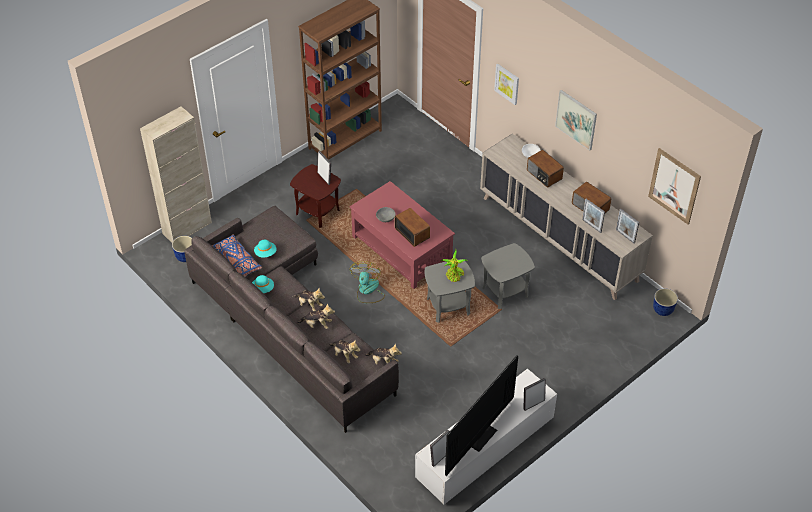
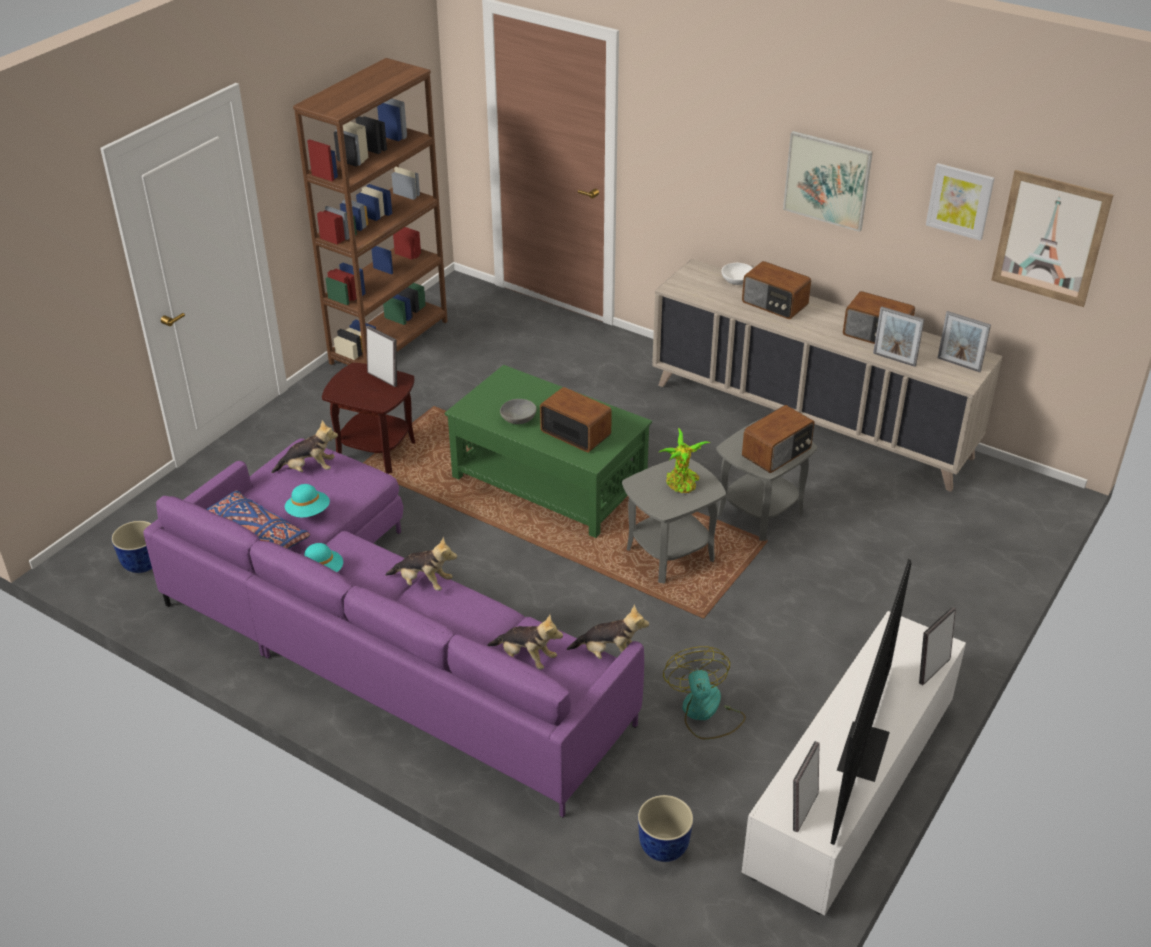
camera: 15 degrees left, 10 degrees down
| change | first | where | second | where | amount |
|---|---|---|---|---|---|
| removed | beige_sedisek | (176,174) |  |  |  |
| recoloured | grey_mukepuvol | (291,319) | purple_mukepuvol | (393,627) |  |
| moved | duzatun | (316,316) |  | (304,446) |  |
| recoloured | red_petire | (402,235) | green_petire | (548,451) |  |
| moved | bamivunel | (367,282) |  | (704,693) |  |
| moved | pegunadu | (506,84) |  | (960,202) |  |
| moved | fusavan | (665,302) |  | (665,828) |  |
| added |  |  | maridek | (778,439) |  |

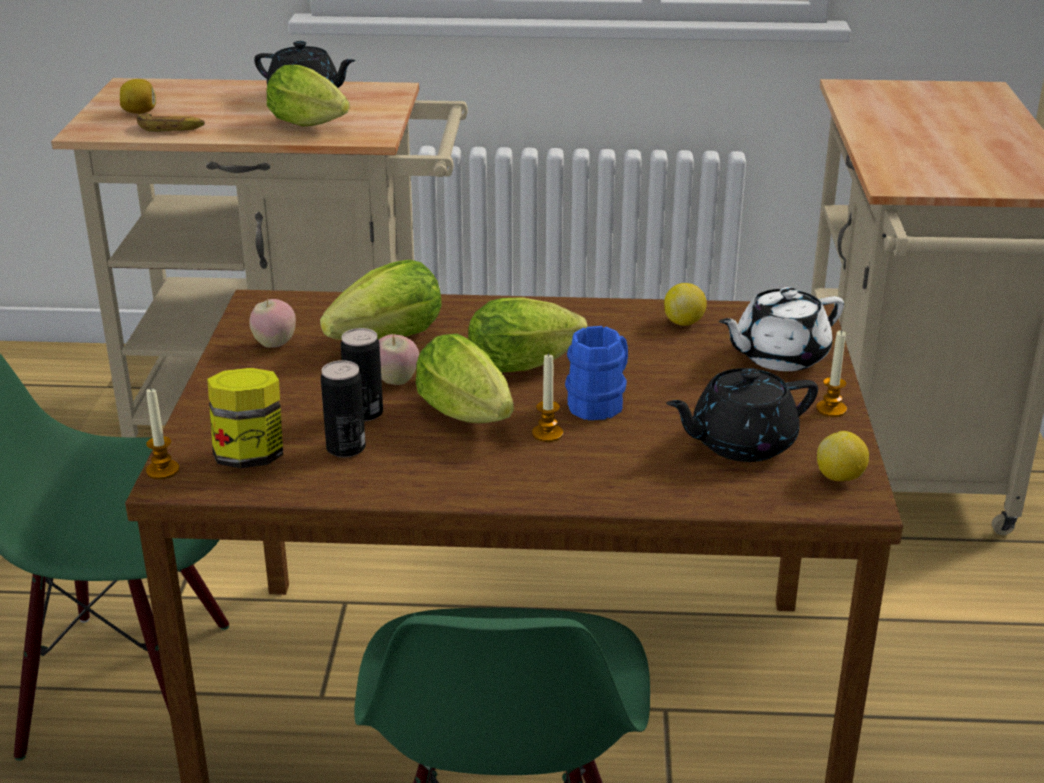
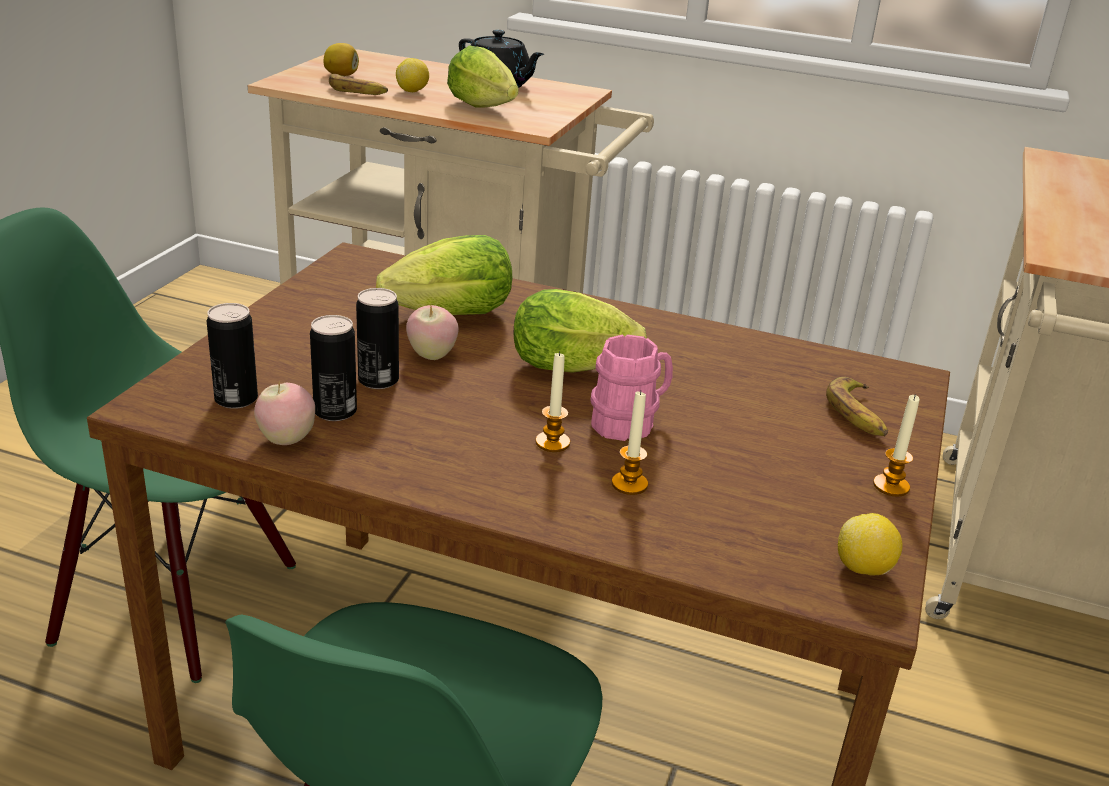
camera: 15 degrees right, 0 degrees up
| change | first | where | second | where | amount |
|---|---|---|---|---|---|
| moved | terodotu | (162,433) |  | (630,443) |  |
| replaced | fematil | (245,418) | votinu | (232,356) |  |
| moved | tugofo | (272,322) |  | (284,413) |  |
| removed | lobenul | (465,378) |  |  |  |
| recoloured | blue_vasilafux | (596,373) | pink_vasilafux | (631,388) |  |
| moved | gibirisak | (685,304) |  | (412,75) |  |
| removed | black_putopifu | (742,415) |  |  |  |
| replaced | white_putopifu | (781,329) | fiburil | (857,407) |  |

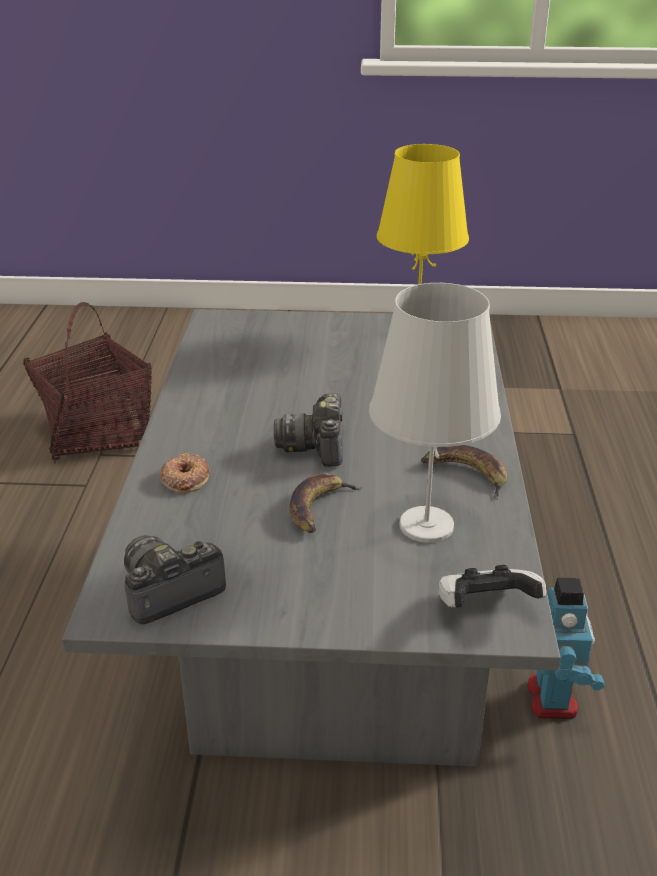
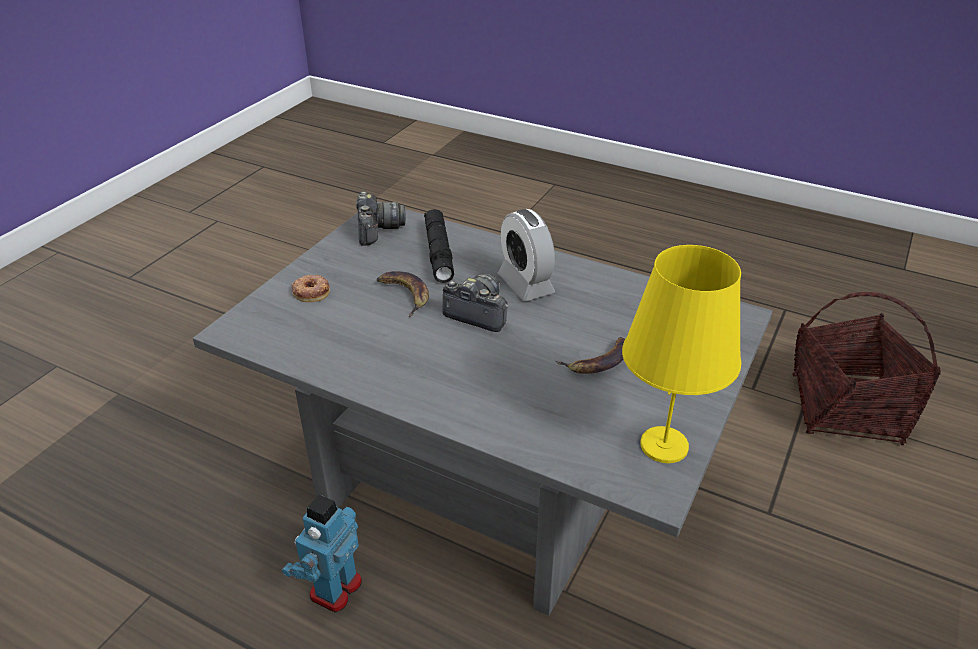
camera: 115 degrees right, 5 degrees up
| change | first | where | second | where | amount |
|---|---|---|---|---|---|
| moved | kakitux | (184,473) |  | (311,288) |  |
| removed | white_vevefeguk | (435,413) |  |  |  |
| moved | fiburil | (464,472) |  | (590,355) |  |
| removed | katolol | (492,586) |  |  |  |
| turned | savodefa | (566,648) |  | (322,553) | 90 degrees clockwise |
| added |  |  | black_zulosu | (439,246) |  |
| added |  |  | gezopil | (526,255) |  |

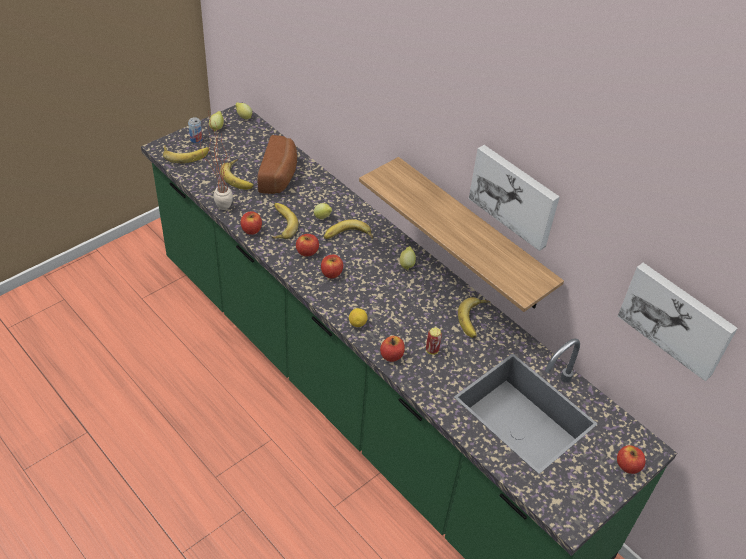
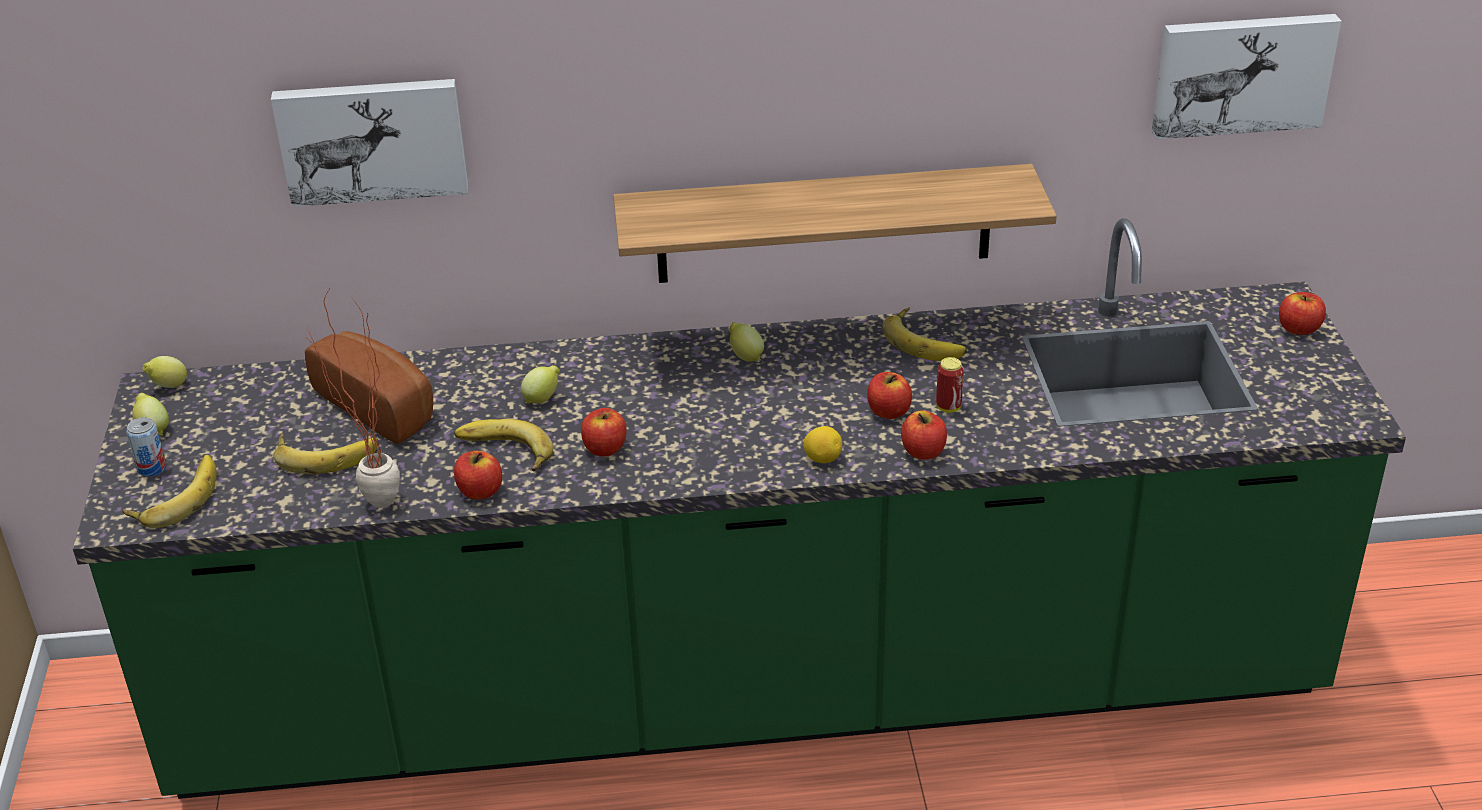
camera: 50 degrees left, 10 degrees down
| change | first | where | second | where | amount |
|---|---|---|---|---|---|
| moved | tugofo | (332,266) |  | (889,395) |  |
| removed | fiburil | (348,229) |  |  |  |
| moved | pegunadu | (514,198) |  | (369,143) |  |

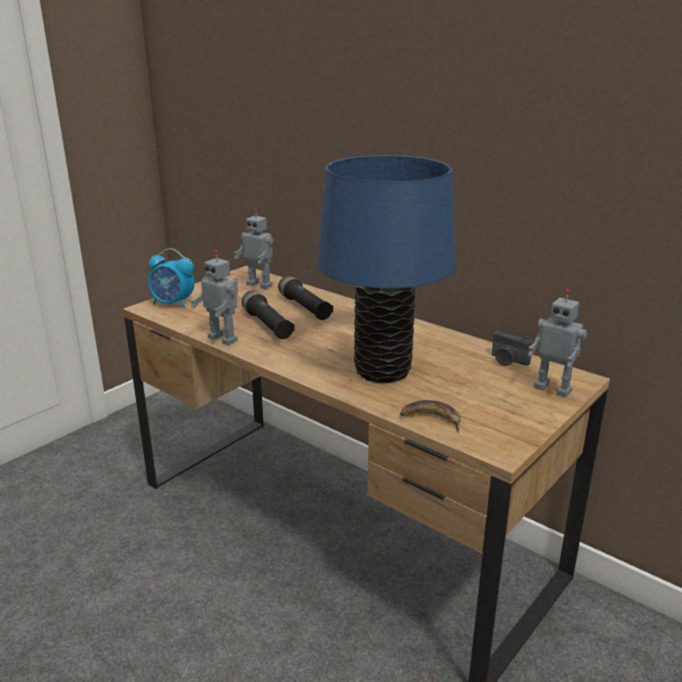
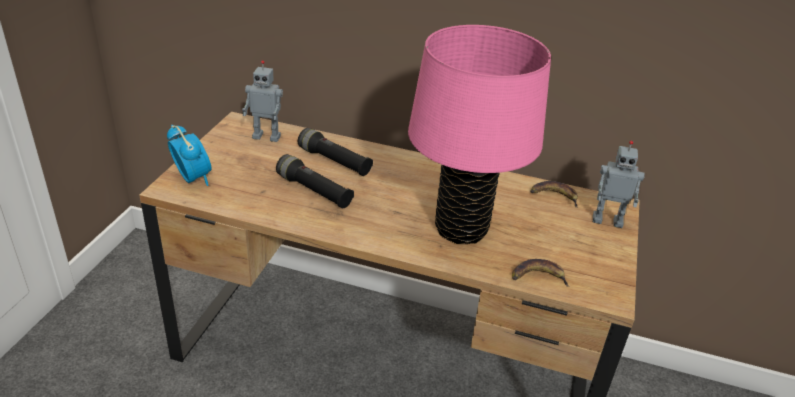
camera: 25 degrees left, 10 degrees up
| change | first | where | second | where | amount |
|---|---|---|---|---|---|
| turned | gezopil | (171,278) |  | (189,155) | 120 degrees counterclockwise |
| removed | savodefa | (214,297) |  |  |  |
| recoloured | blue_vevefeguk | (386,269) | pink_vevefeguk | (479,134) |  |
| replaced | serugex | (512,348) | fiburil | (554,194) |  |

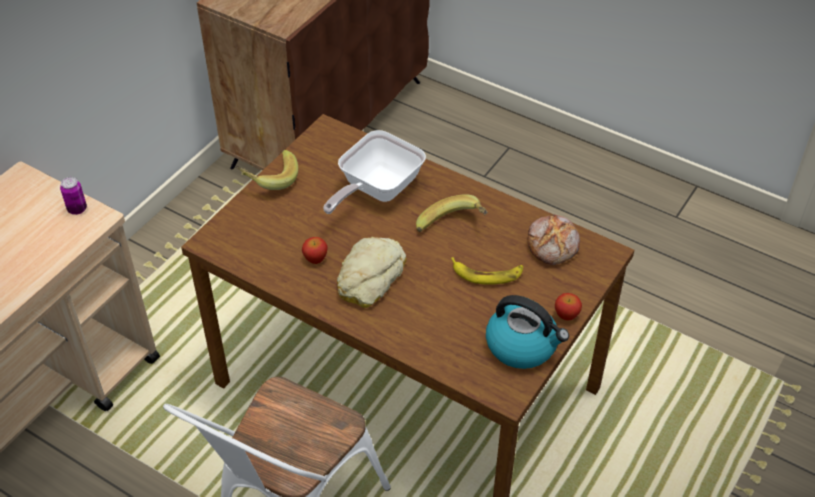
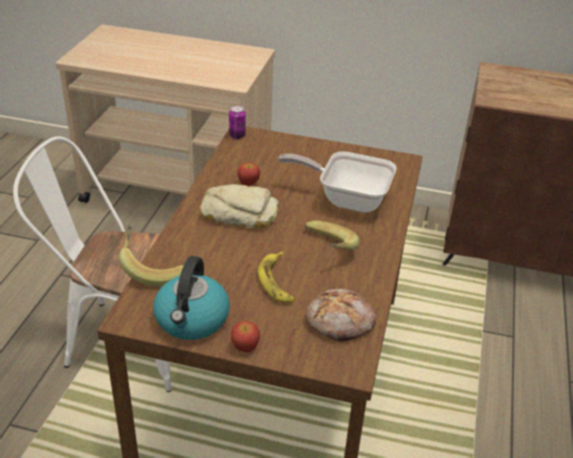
camera: 70 degrees right, 10 degrees down
| change | first | where | second | where | amount |
|---|---|---|---|---|---|
| moved | votinu | (73,196) |  | (237,122) |  |
| moved | fiburil | (267,170) |  | (151,256) |  |

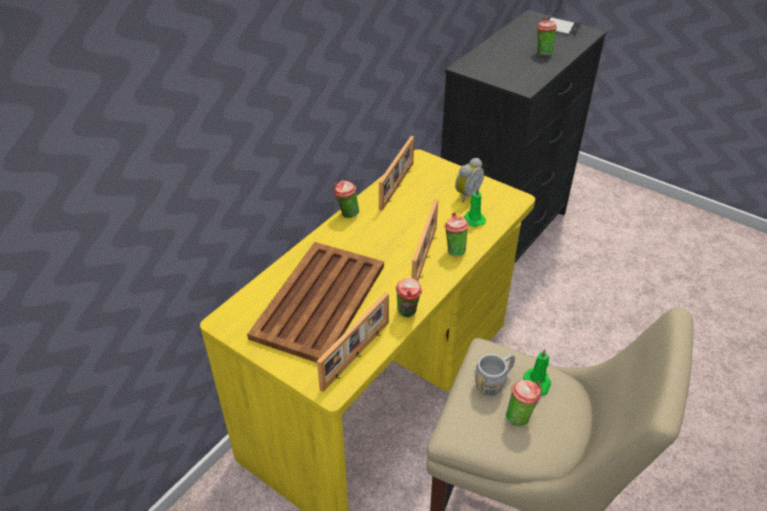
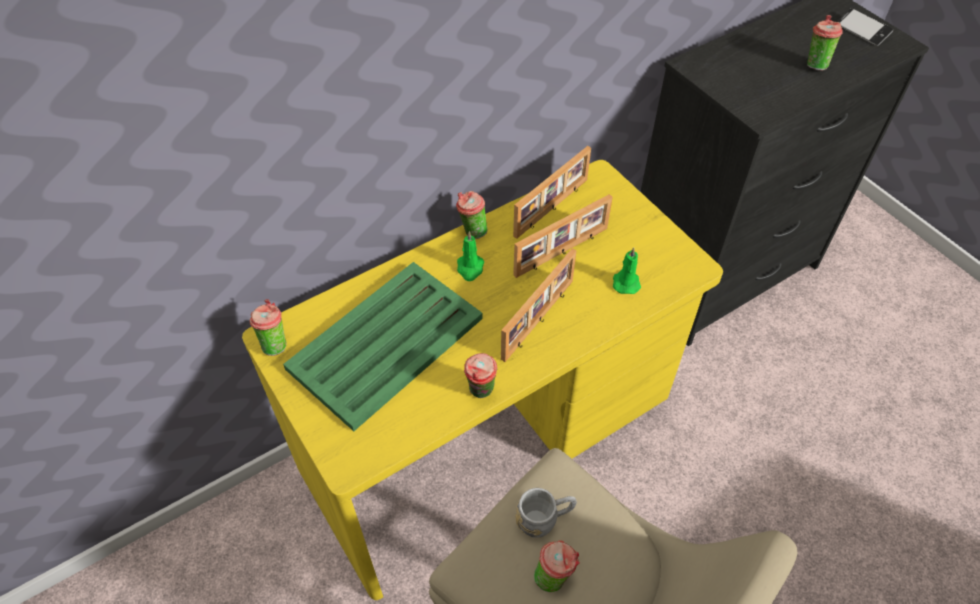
camera: 20 degrees right, 10 degrees up
| change | first | where | second | where | amount |
|---|---|---|---|---|---|
| recoloured | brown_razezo | (315,302) | green_razezo | (383,346) |  |
| moved | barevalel | (353,342) |  | (563,236) |  |
| moved | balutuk | (457,235) |  | (267,327) |  |
| removed | gezopil | (469,180) |  |  |  |
| moved | green_terodotu | (537,372) |  | (470,256) |  |

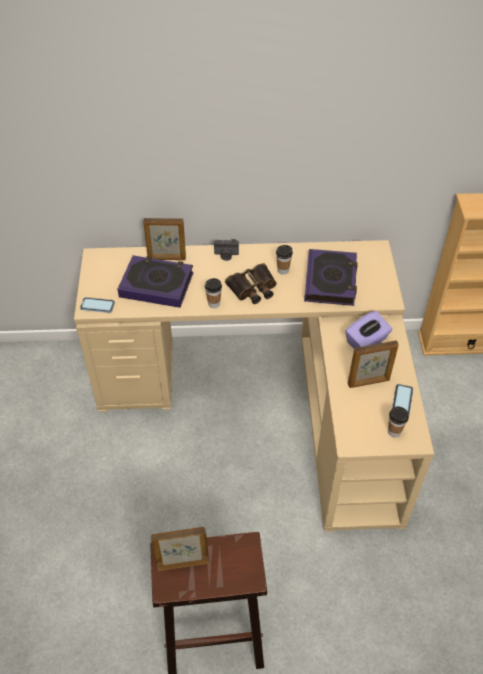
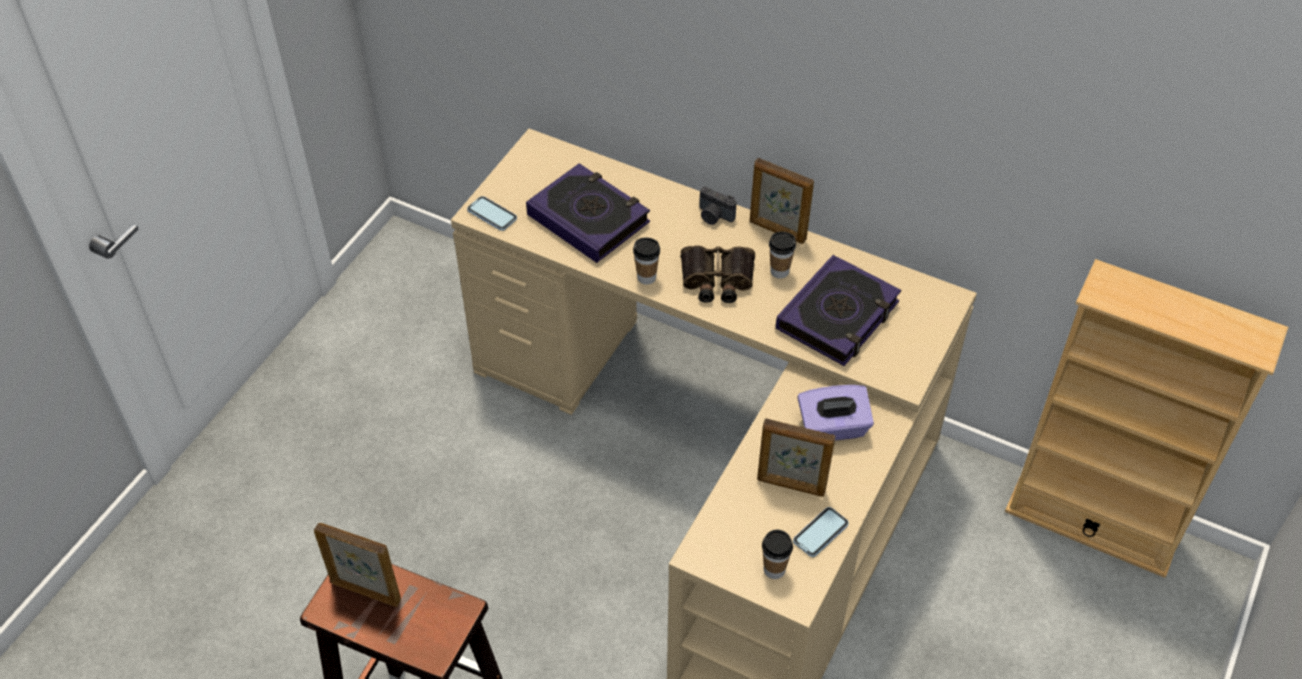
camera: 30 degrees right, 0 degrees up
| change | first | where | second | where | amount |
|---|---|---|---|---|---|
| moved | barevalel | (164,239) |  | (782,201) |  |

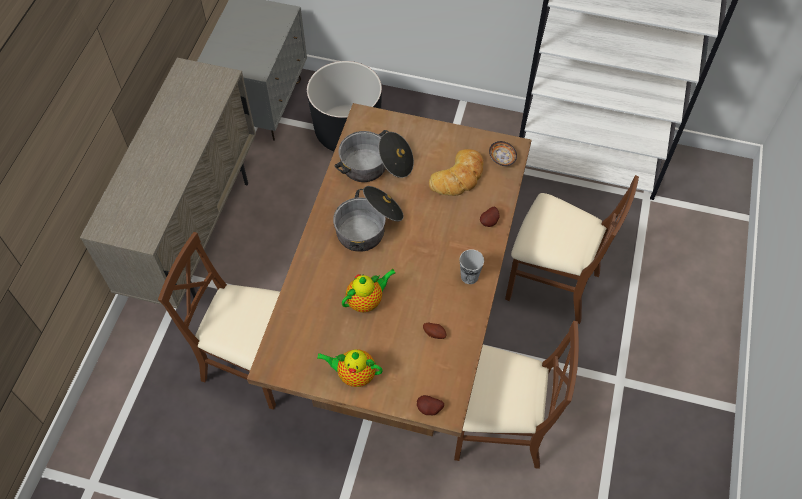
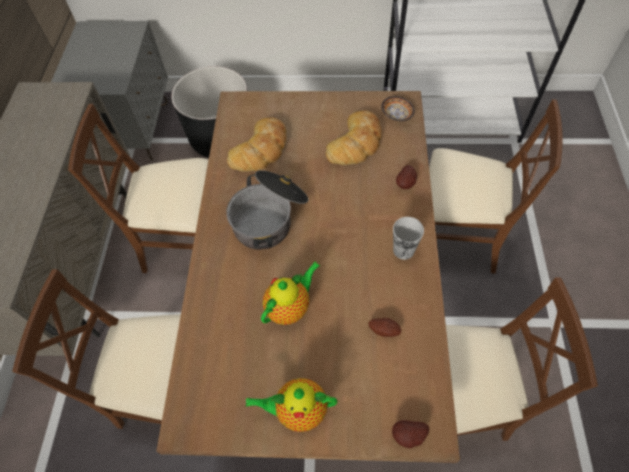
camera: 10 degrees left, 0 degrees up
| change | first | where | second | where | amount |
|---|---|---|---|---|---|
| replaced | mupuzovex | (374,156) | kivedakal | (257,145) |  |
| added |  |  | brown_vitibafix | (138,188) |  |

